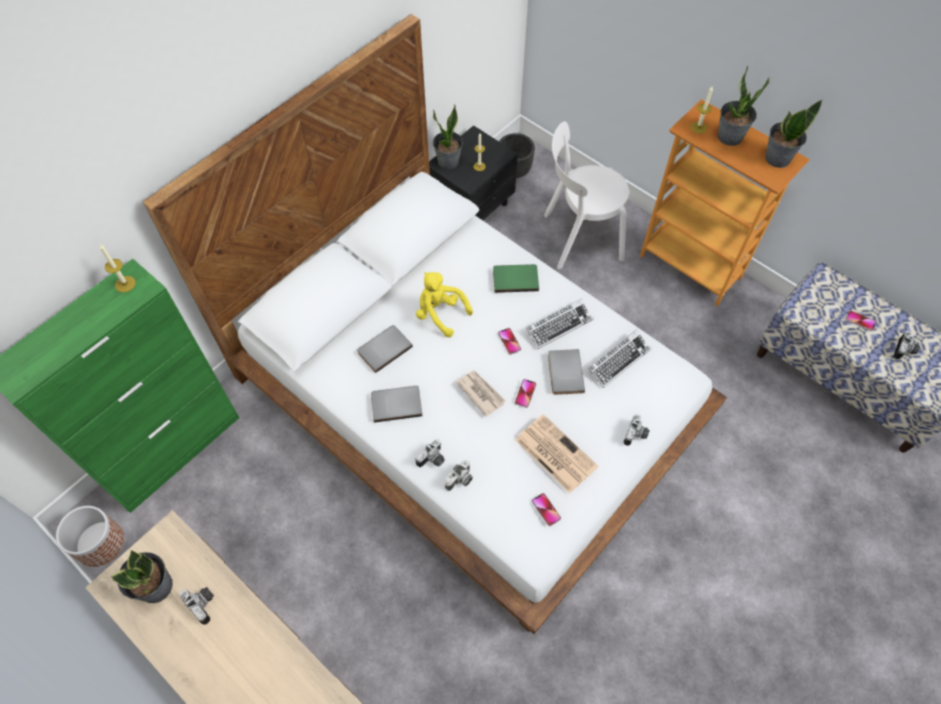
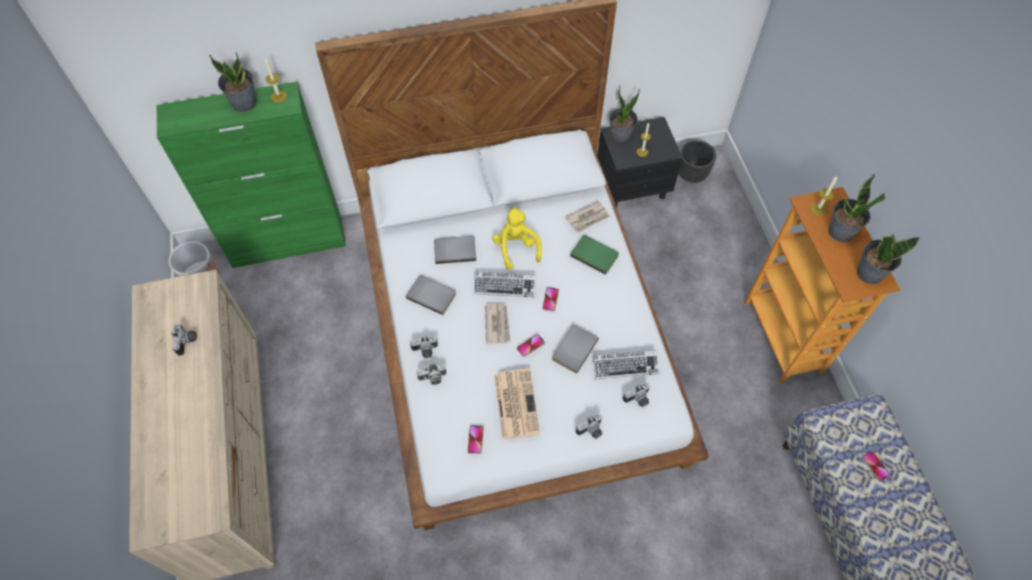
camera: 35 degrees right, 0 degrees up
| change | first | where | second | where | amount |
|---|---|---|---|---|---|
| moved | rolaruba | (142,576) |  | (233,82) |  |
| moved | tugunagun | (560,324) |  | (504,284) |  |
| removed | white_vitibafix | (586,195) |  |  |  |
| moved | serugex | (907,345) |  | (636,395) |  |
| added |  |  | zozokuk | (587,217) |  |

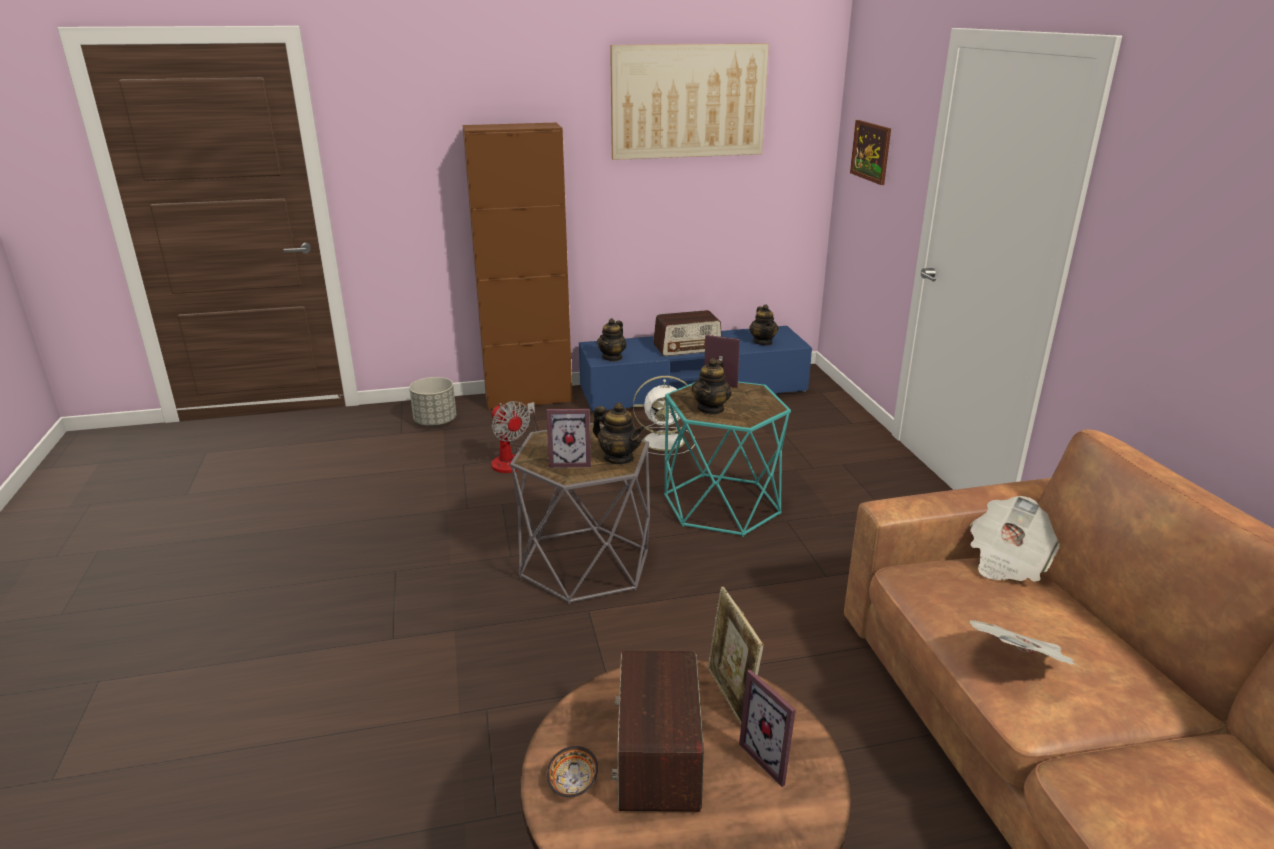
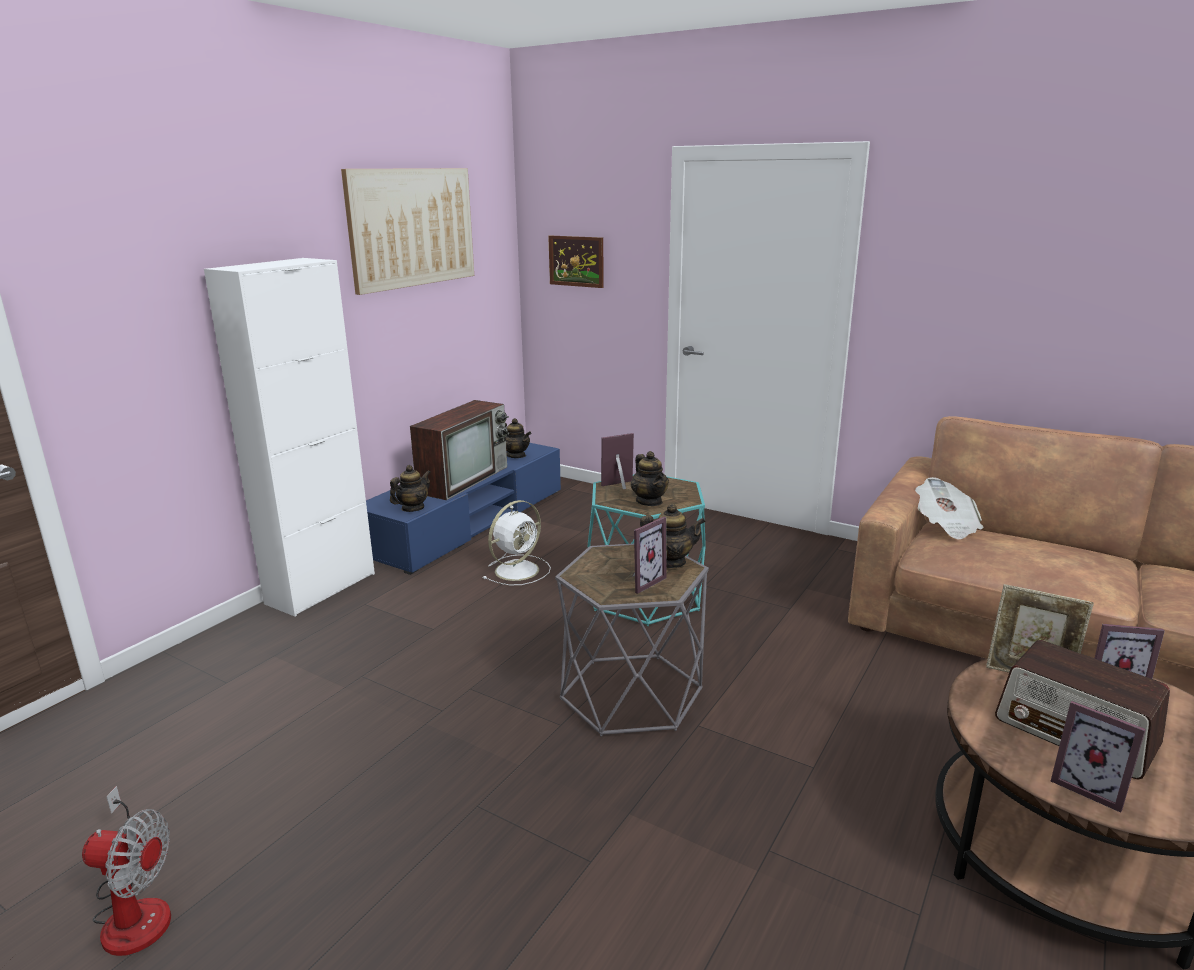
camera: 45 degrees left, 5 degrees down
| change | first | where | second | where | amount |
|---|---|---|---|---|---|
| removed | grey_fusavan | (432,401) |  |  |  |
| recoloured | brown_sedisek | (518,266) | white_sedisek | (289,437) |  |
| moved | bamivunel | (514,437) |  | (126,871) |  |
| replaced | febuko | (572,772) | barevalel | (1098,757) |  |
| turned | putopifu | (612,339) |  | (410,488) | 120 degrees counterclockwise |
| replaced | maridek | (687,333) | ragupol | (459,450) |  |
| removed | zozokuk | (1024,643) |  |  |  |

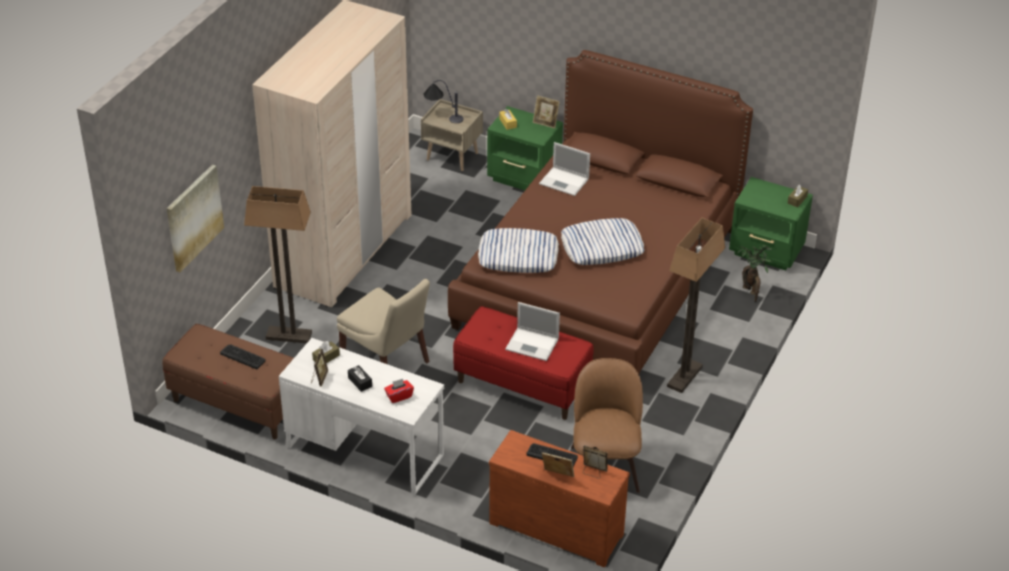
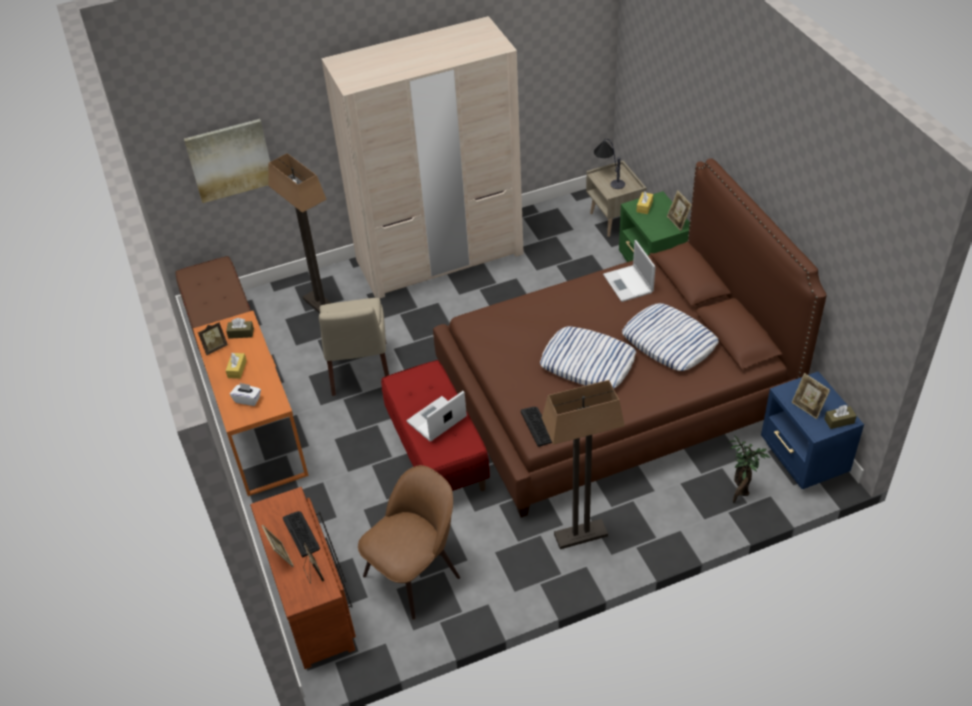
camera: 45 degrees right, 5 degrees up
| change | first | where | second | where | amount |
|---|---|---|---|---|---|
| moved | tugunagun | (243,356) |  | (536,427) |  |
| recoloured | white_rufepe | (361,417) | orange_rufepe | (251,403) |  |
| recoloured | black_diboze | (360,378) | yellow_diboze | (236,366) |  |
| recoloured | red_diboze | (399,391) | white_diboze | (245,394) |  |
| moved | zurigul | (518,250) |  | (670,337) |  |
| turned | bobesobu | (532,331) |  | (436,416) | 75 degrees clockwise |
| recoloured | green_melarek | (771,223) | blue_melarek | (812,430) |  |
| added |  |  | barevalel | (810,396) |  |

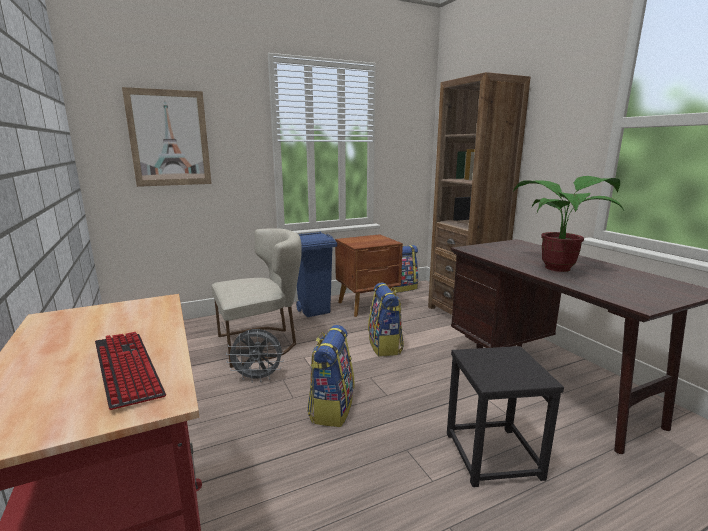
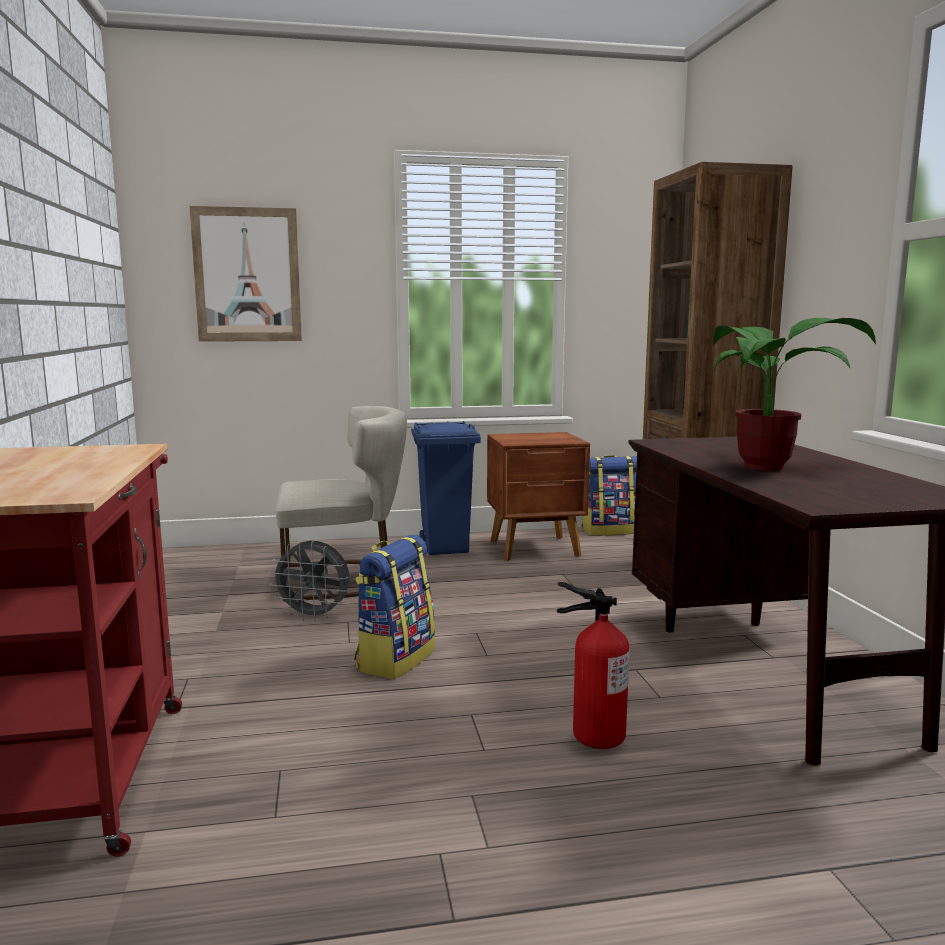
camera: 15 degrees right, 5 degrees down
| change | first | where | second | where | amount |
|---|---|---|---|---|---|
| removed | tugunagun | (130,371) |  |  |  |
| removed | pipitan | (386,320) |  |  |  |
| replaced | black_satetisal | (505,416) | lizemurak | (593,665) |  |

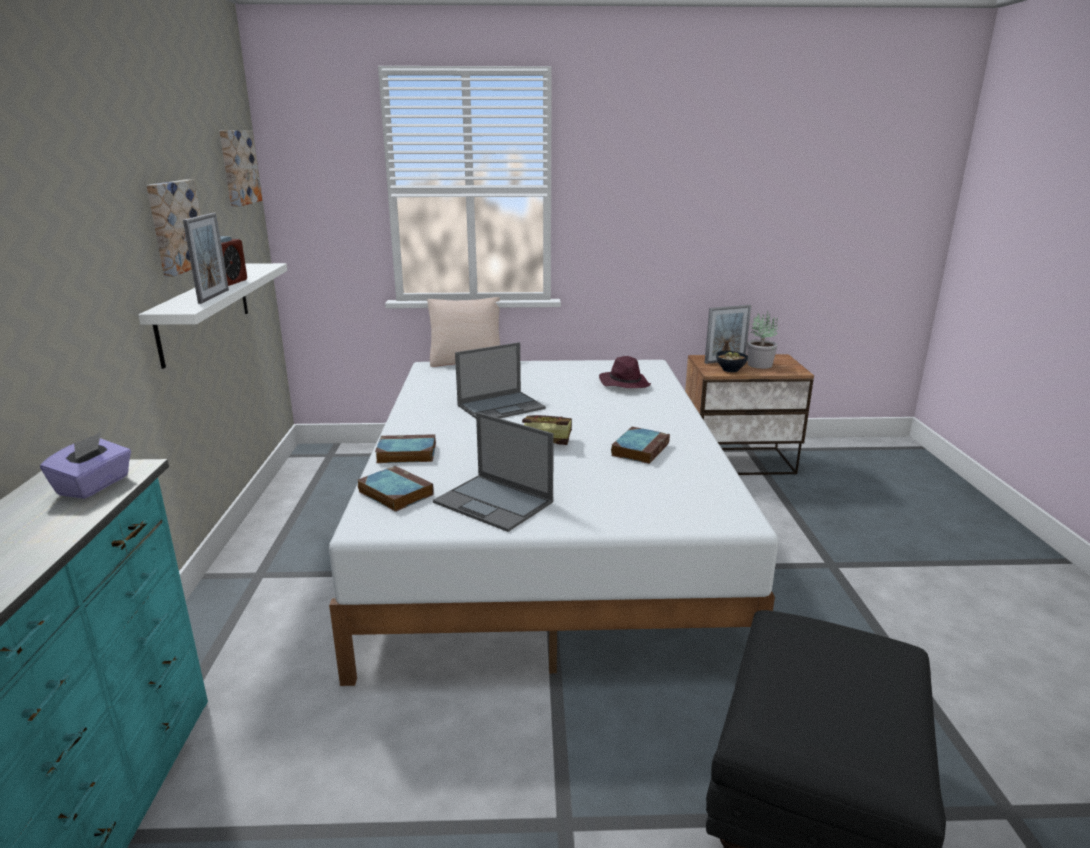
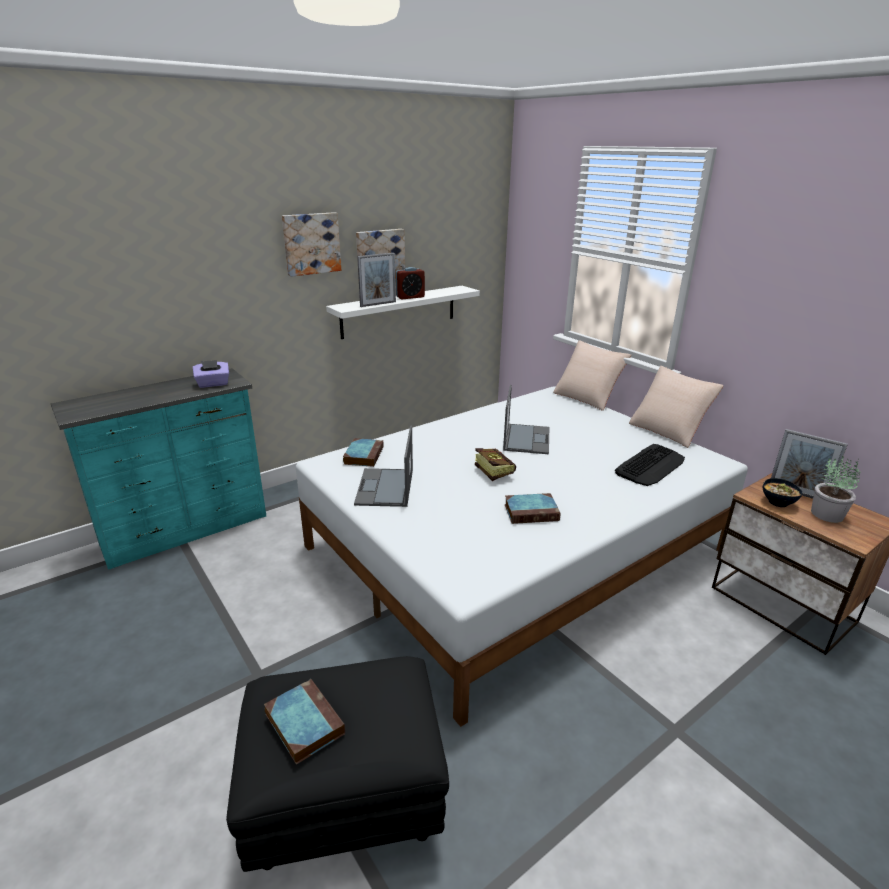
camera: 55 degrees right, 5 degrees up
| change | first | where | second | where | amount |
|---|---|---|---|---|---|
| moved | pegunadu | (240,168) |  | (311,244) |  |
| moved | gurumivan | (405,448) |  | (304,722) |  |
| turned | bobesobu | (500,380) |  | (526,419) | 105 degrees counterclockwise |
| replaced | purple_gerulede | (625,372) | tugunagun | (650,465) |  |
| added |  |  | beige_zurigul | (676,407) |  |

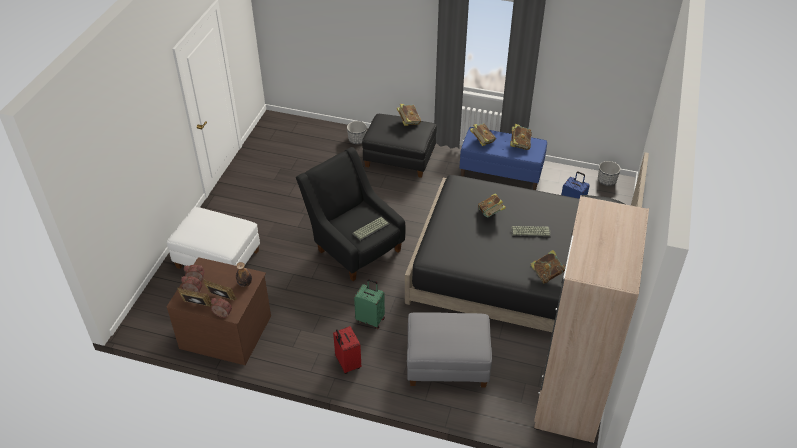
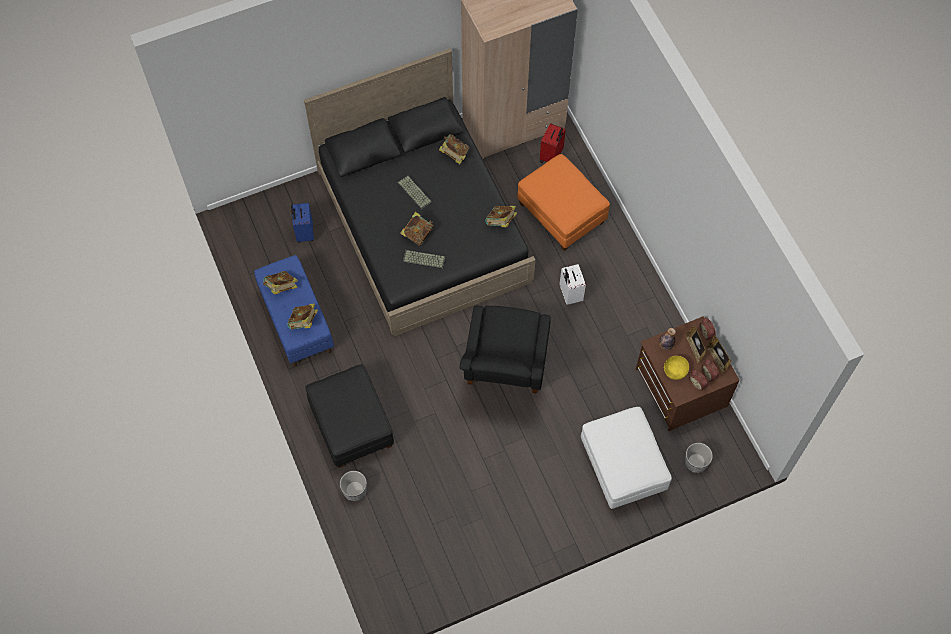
camera: 130 degrees left, 20 degrees up
| change | first | where | second | where | amount |
|---|---|---|---|---|---|
| moved | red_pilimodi | (347,350) |  | (553,143) |  |
| moved | tugunagun | (371,229) |  | (424,259) |  |
| recoloured | green_pilimodi | (369,304) | white_pilimodi | (573,284) |  |
| moved | gurumivan | (409,115) |  | (501,216) |  |
| recoloured | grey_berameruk | (449,350) | orange_berameruk | (563,202) |  |
| moved | fusavan | (609,173) |  | (698,458) |  |
| added |  |  | yellow_febuko | (676,368) |  |

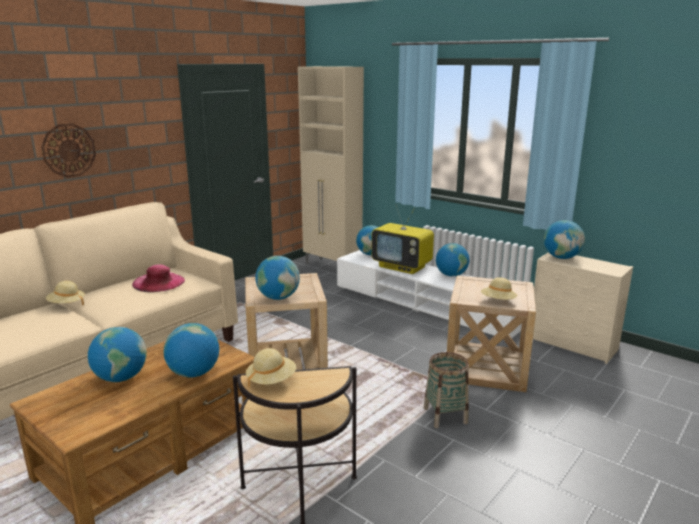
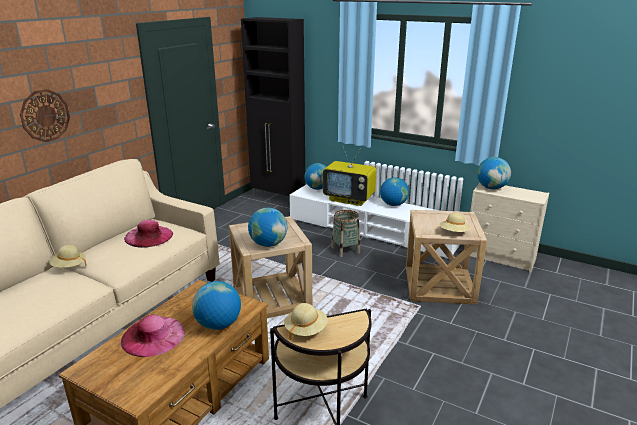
camera: 10 degrees left, 5 degrees up
| change | first | where | second | where | amount |
|---|---|---|---|---|---|
| replaced | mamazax | (117,354) | pink_gerulede | (153,336) |  |
| recoloured | beige_sedisek | (331,165) | black_sedisek | (273,107) |  |
| moved | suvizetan | (446,390) |  | (345,233) |  |

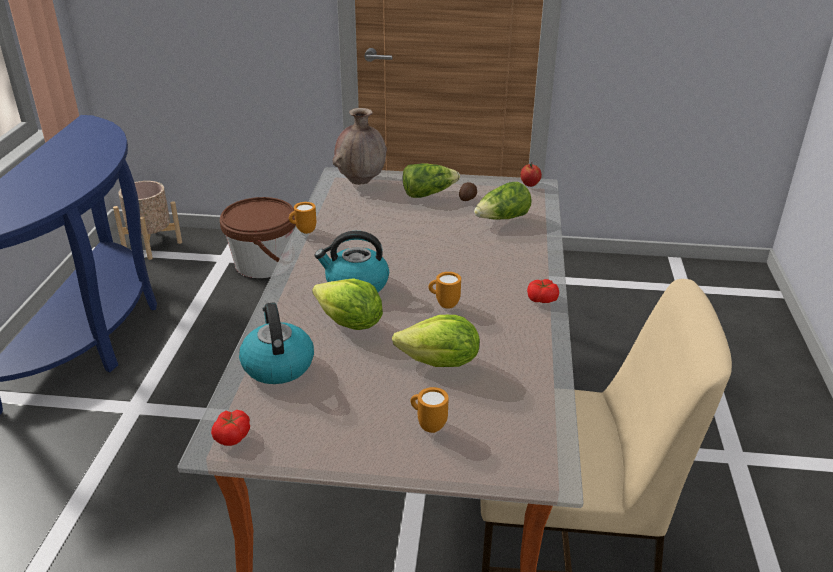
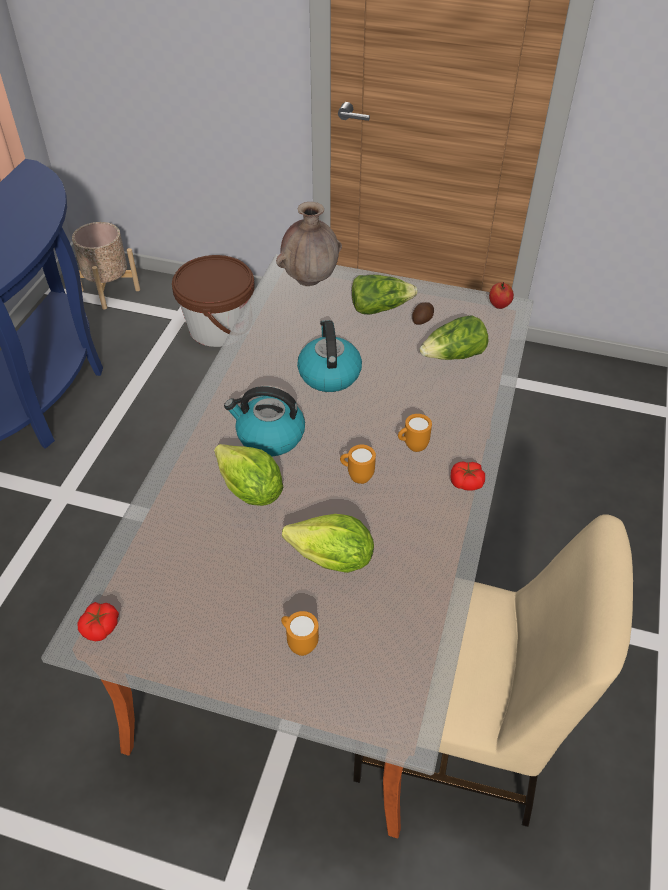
camera: 10 degrees right, 15 degrees up
| change | first | where | second | where | amount |
|---|---|---|---|---|---|
| moved | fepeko | (276,343) |  | (329,356) |  |
| moved | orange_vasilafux | (302,218) |  | (415,433) |  |

